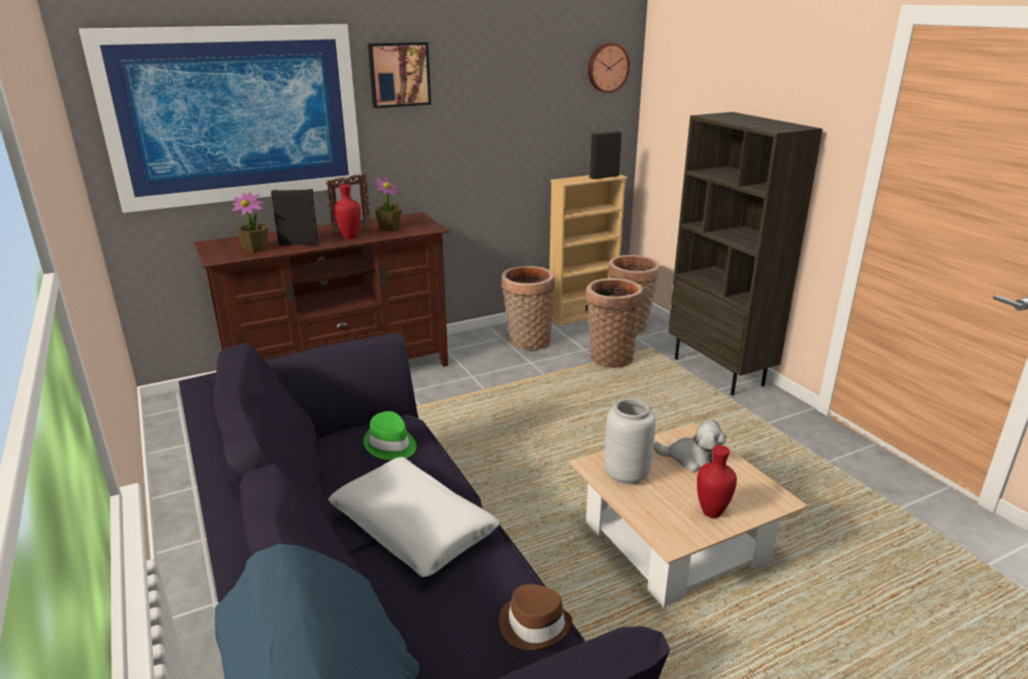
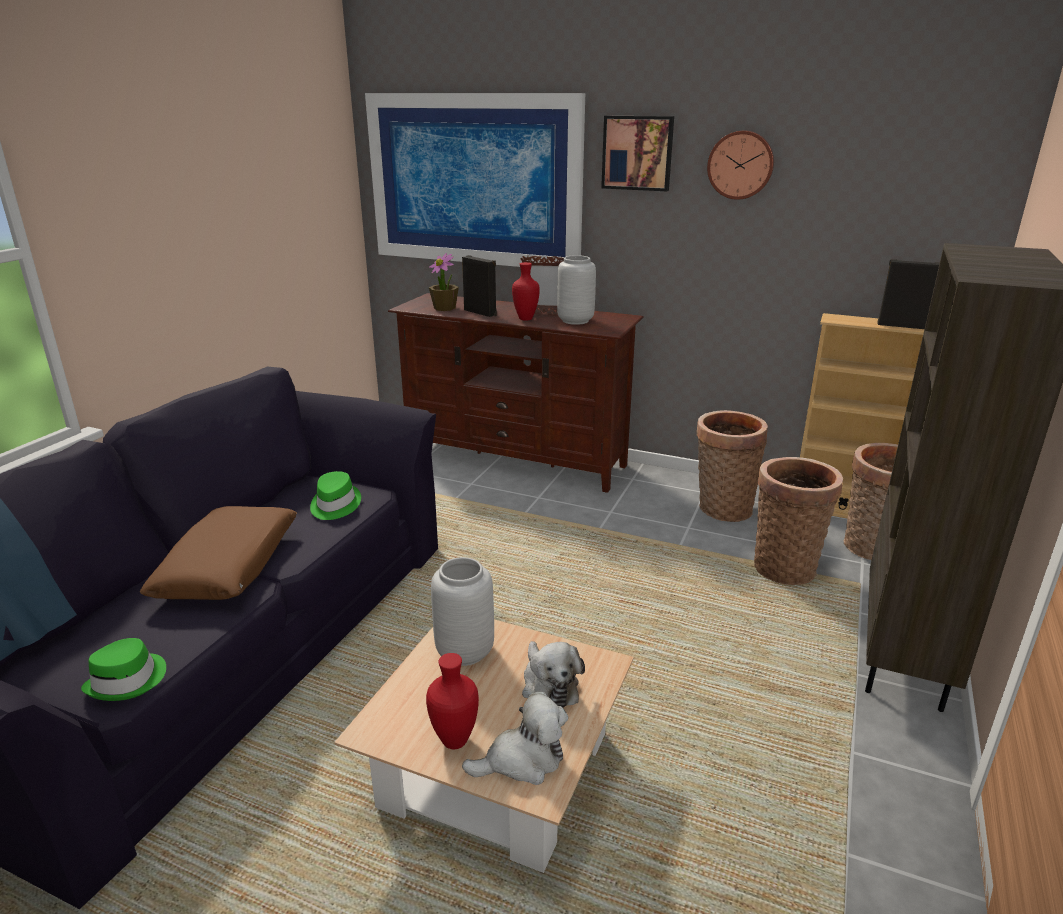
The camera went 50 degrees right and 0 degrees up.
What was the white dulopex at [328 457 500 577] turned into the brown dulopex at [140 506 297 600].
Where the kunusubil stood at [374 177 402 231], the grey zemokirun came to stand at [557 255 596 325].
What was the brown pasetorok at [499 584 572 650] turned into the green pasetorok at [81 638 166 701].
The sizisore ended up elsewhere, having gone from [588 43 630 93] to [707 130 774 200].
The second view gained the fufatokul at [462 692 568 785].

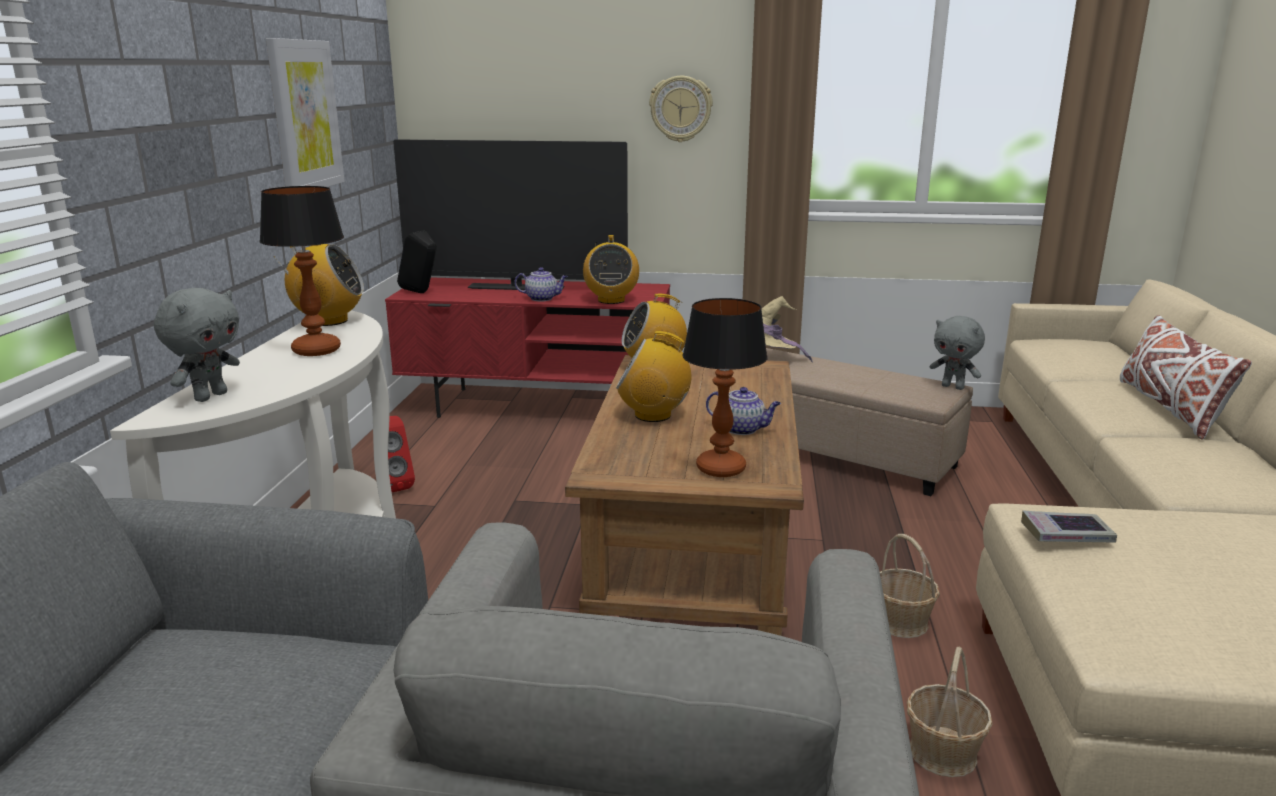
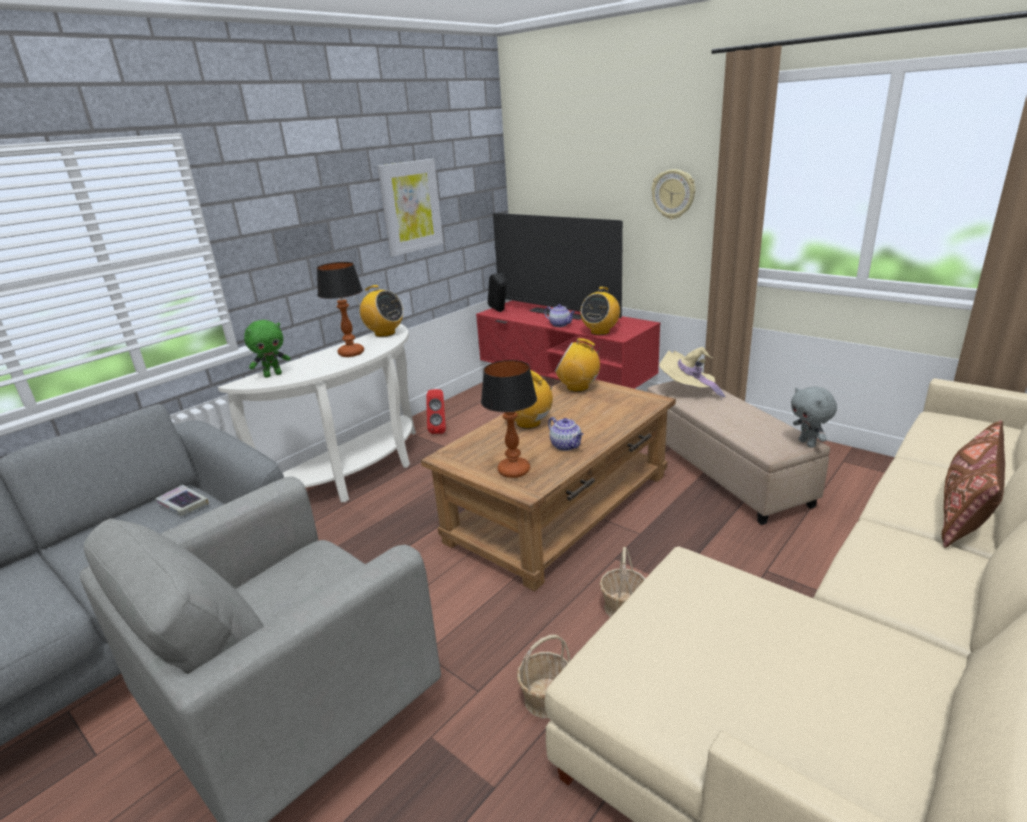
The camera went 35 degrees right and 5 degrees up.
What was the grey fufatokul at [154 288 240 402] turned into the green fufatokul at [244 320 290 378].
The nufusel ended up elsewhere, having gone from [1021 510 1117 543] to [156 485 209 516].
What was the white dulopex at [1120 315 1252 440] turned into the brown dulopex at [942 420 1005 548].

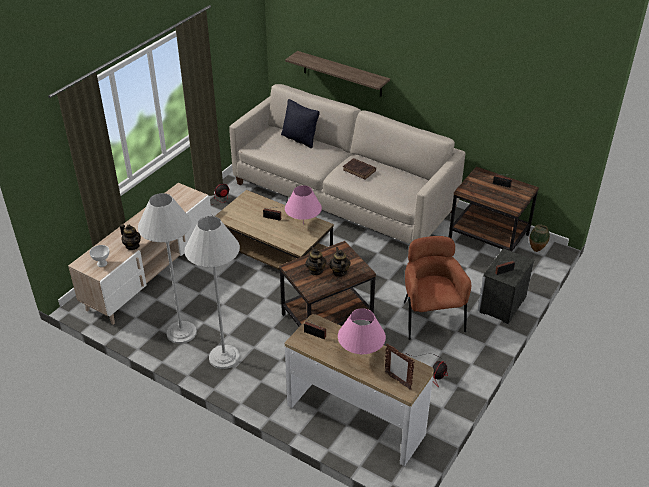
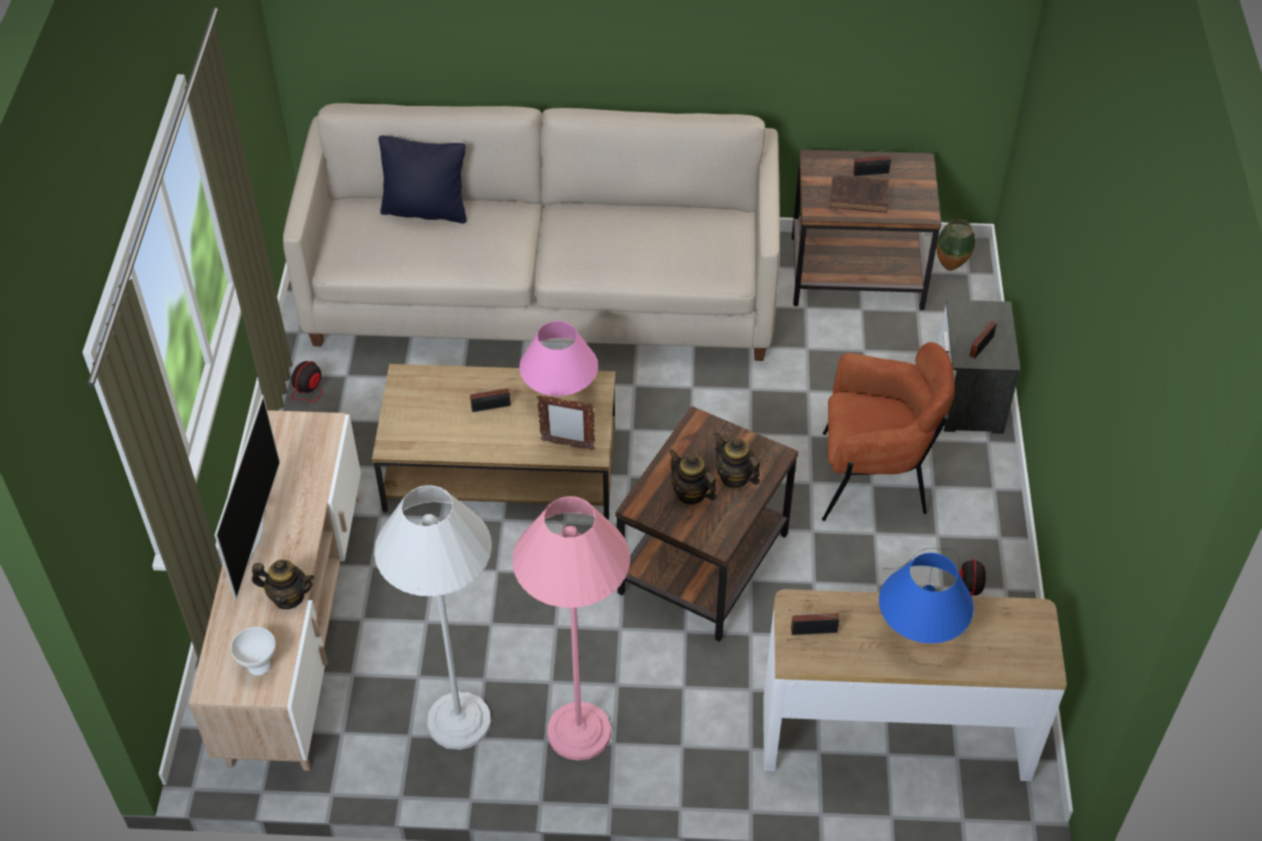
The camera went 30 degrees left and 10 degrees up.
What was the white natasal at [184 216 240 369] turned into the pink natasal at [512 496 630 761].
The second view lost the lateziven at [285 51 390 97].
What was the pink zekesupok at [338 308 386 354] turned into the blue zekesupok at [879 553 974 644].
The brown nufusel ended up elsewhere, having gone from [343 158 376 179] to [830 175 889 213].
The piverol ended up elsewhere, having gone from [385 344 414 390] to [537 395 595 451].
The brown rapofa at [404 236 471 340] ended up facing another way, 135 degrees clockwise from before.
The second view gained the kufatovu at [214 395 280 600].

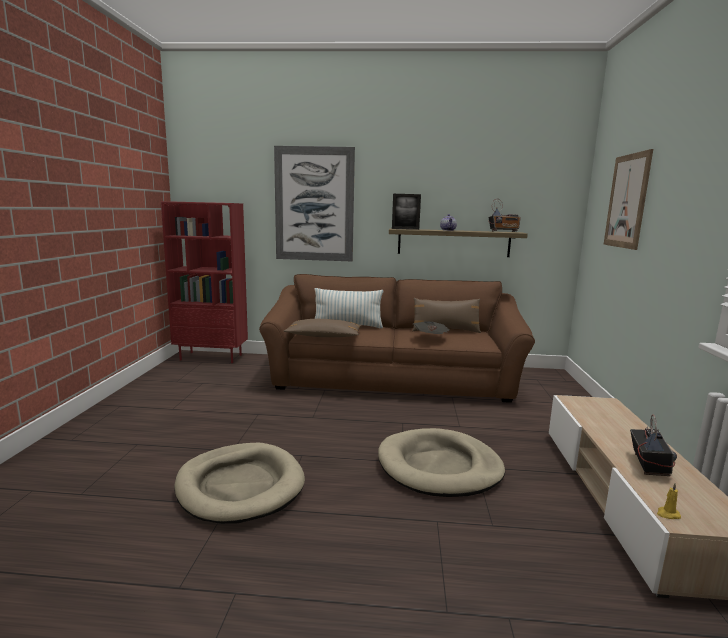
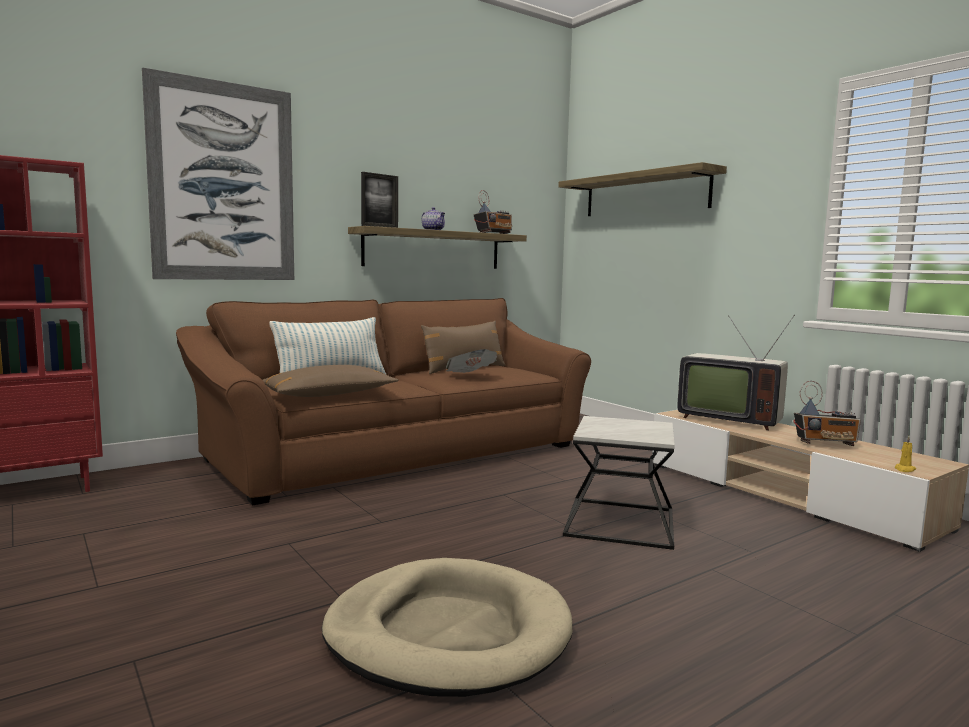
The camera went 40 degrees left and 5 degrees down.
Where the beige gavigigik stood at [378 428 505 497], the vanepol came to stand at [563 416 675 550].
Where the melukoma hung at [604 149 653 250], the lateziven came to hang at [558 162 727 216].
The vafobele at [630 414 677 476] ended up facing another way, 120 degrees clockwise from before.
The second view gained the kufatovu at [678 315 795 431].

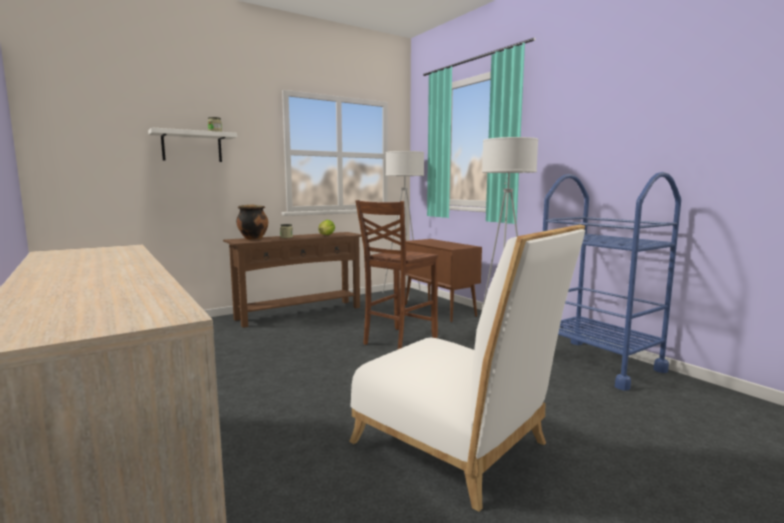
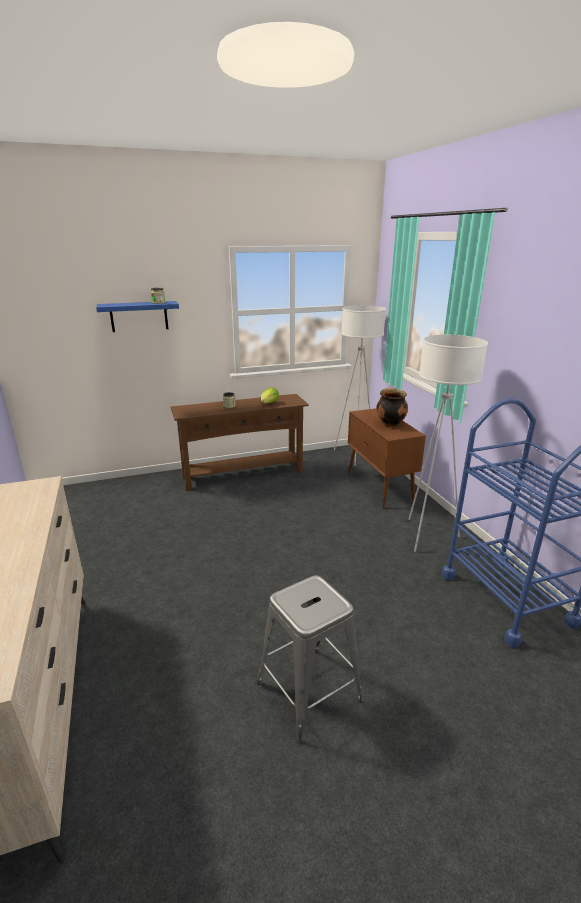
The camera went 15 degrees right and 15 degrees up.
What was the white lateziven at [148 127 237 162] turned into the blue lateziven at [96 301 179 332].
The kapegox ended up elsewhere, having gone from [236 204 268 240] to [376 387 408 427].
Where the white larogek stood at [349 224 585 512], the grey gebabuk came to stand at [257 575 363 743].
The second view lost the brown larogek at [356 200 438 349].

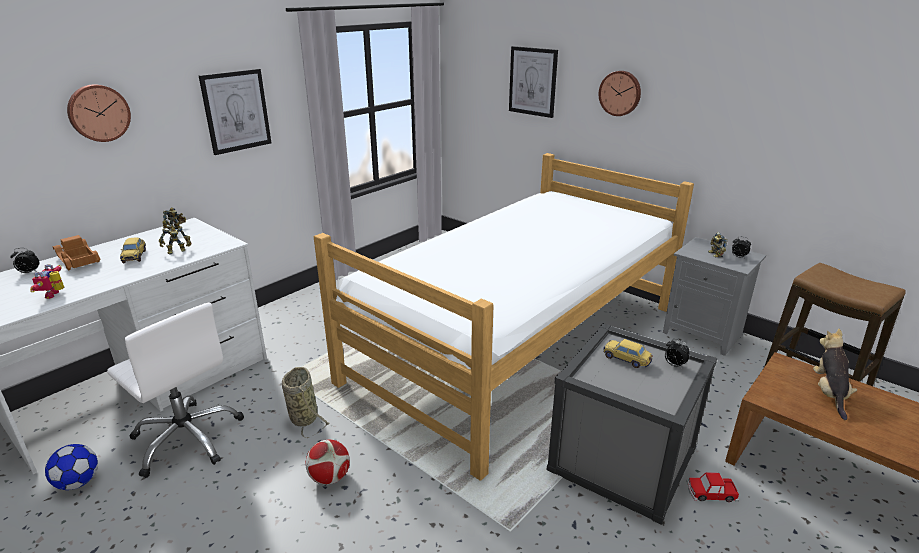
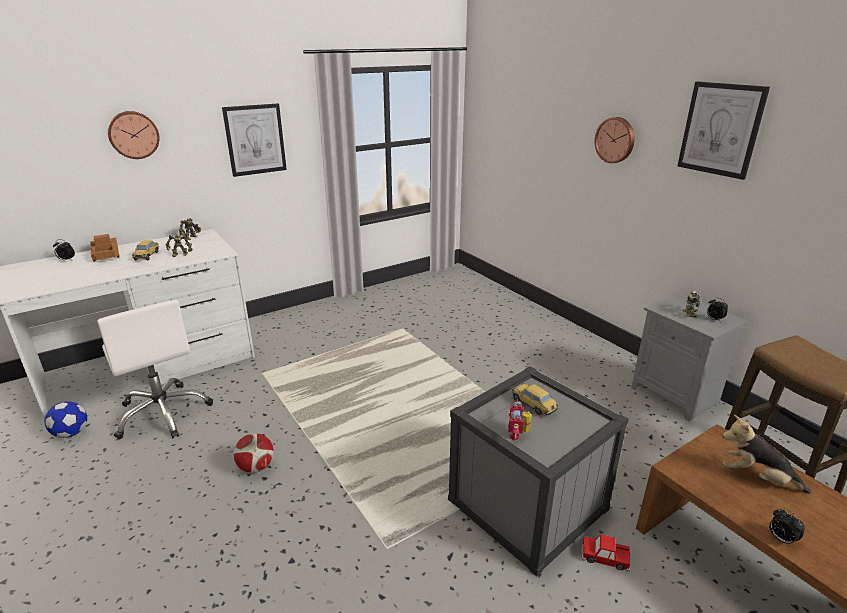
The camera went 15 degrees right and 0 degrees up.
The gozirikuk ended up elsewhere, having gone from [30 264 64 299] to [508 399 532 440].
The second view lost the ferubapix at [282 367 329 438].
The second view lost the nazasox at [314 153 694 480].
The melukoma ended up elsewhere, having gone from [509 46 558 118] to [678 82 770 180].
The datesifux ended up elsewhere, having gone from [665 339 690 369] to [769 509 805 547].
The fufatokul at [813 328 857 420] ended up facing another way, 90 degrees counterclockwise from before.

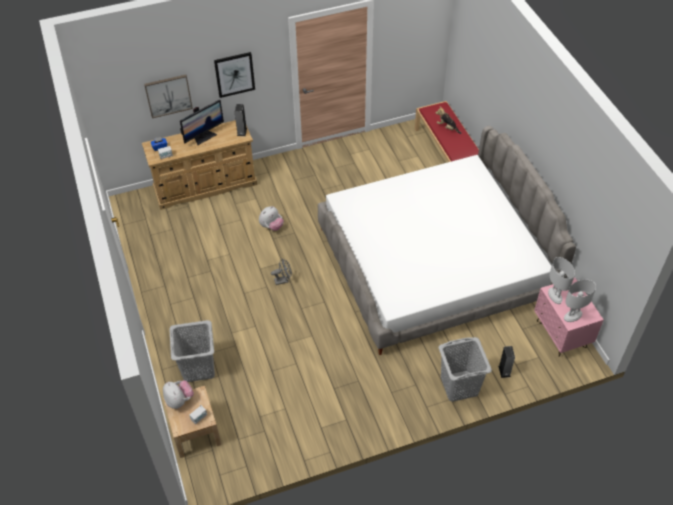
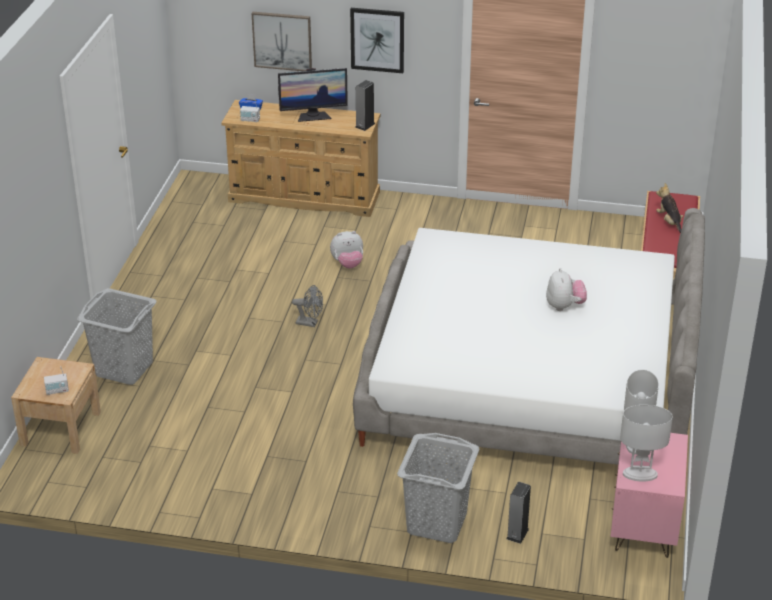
The camera went 30 degrees right and 15 degrees down.
The fufatokul ended up elsewhere, having gone from [163 380 194 409] to [546 268 587 311].

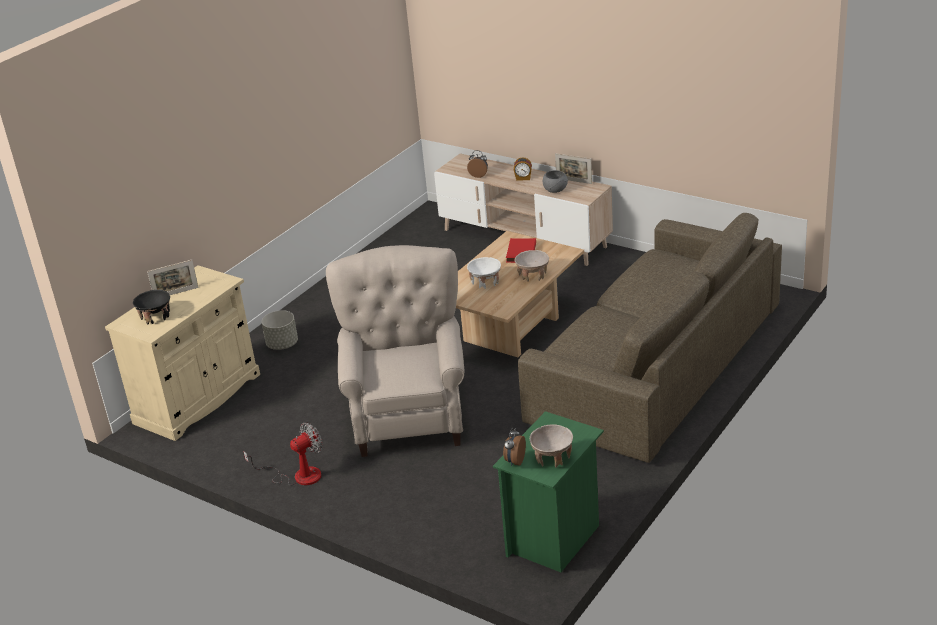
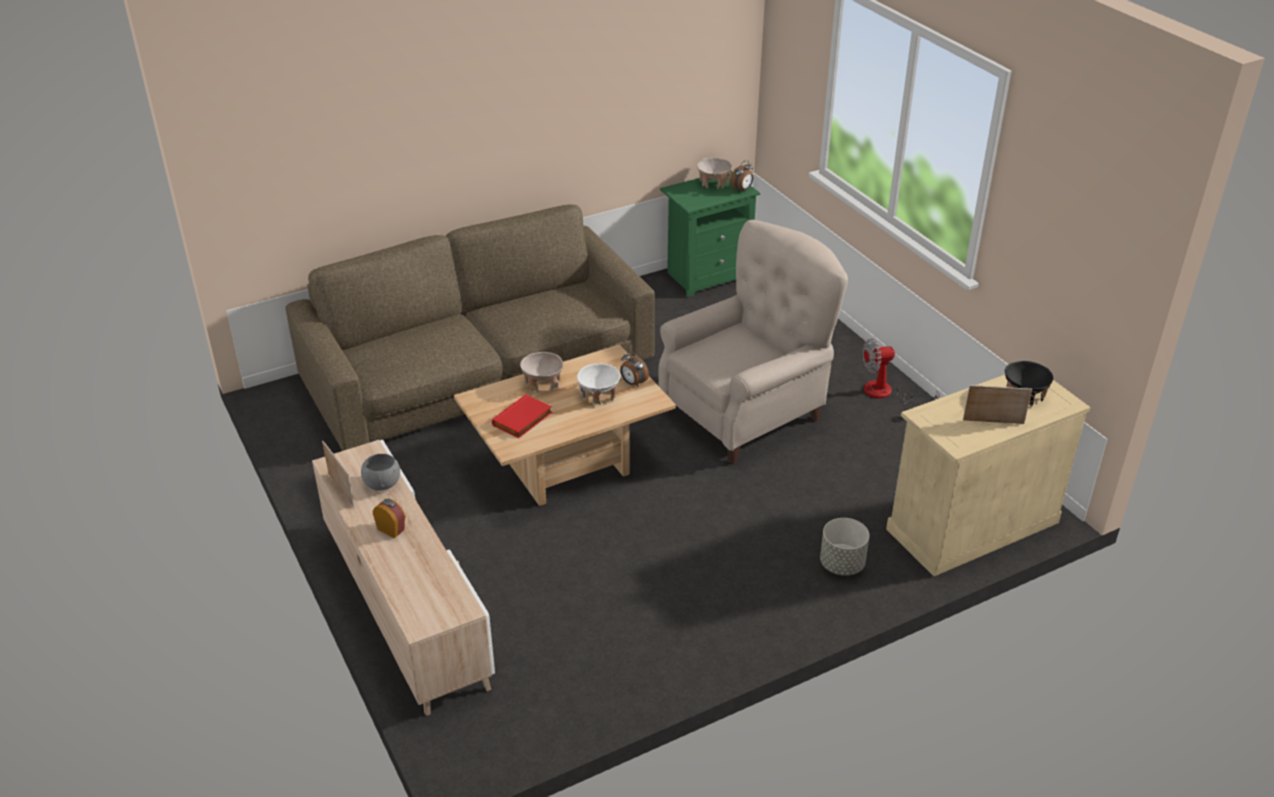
The camera went 155 degrees left and 5 degrees up.
The beige rapofa at [326 245 465 457] ended up facing another way, 150 degrees counterclockwise from before.
The datesifux ended up elsewhere, having gone from [467 150 488 178] to [620 351 649 387].

